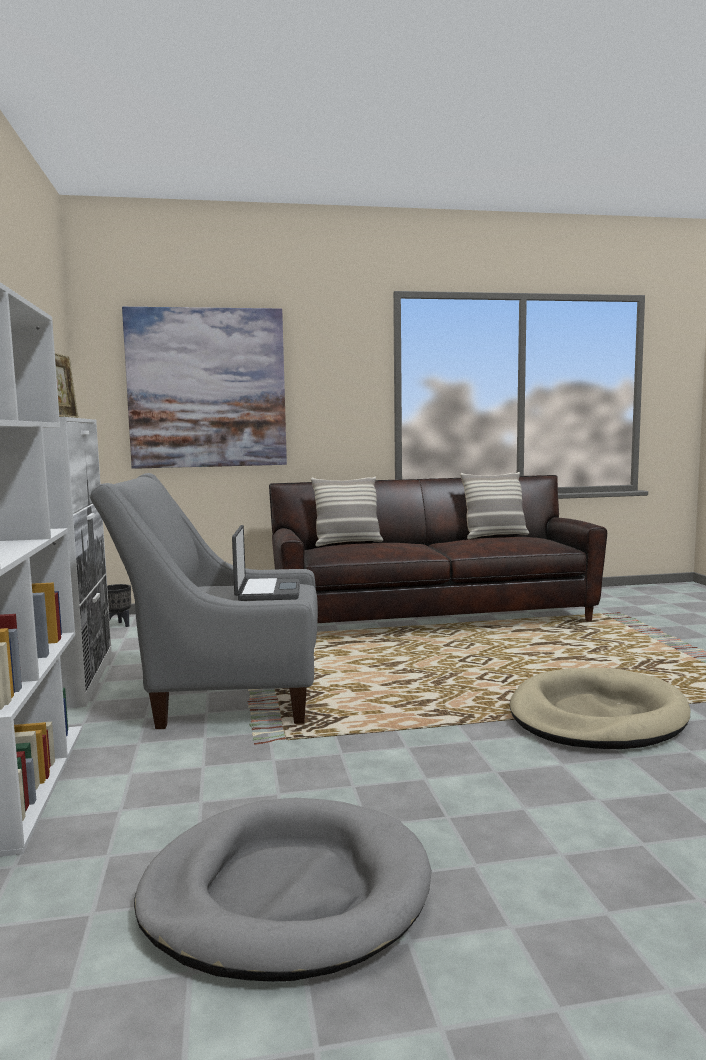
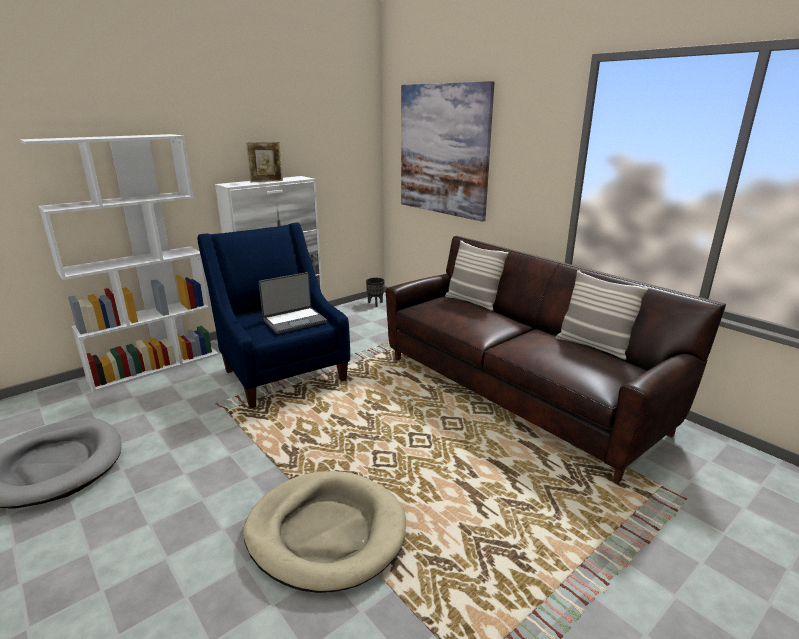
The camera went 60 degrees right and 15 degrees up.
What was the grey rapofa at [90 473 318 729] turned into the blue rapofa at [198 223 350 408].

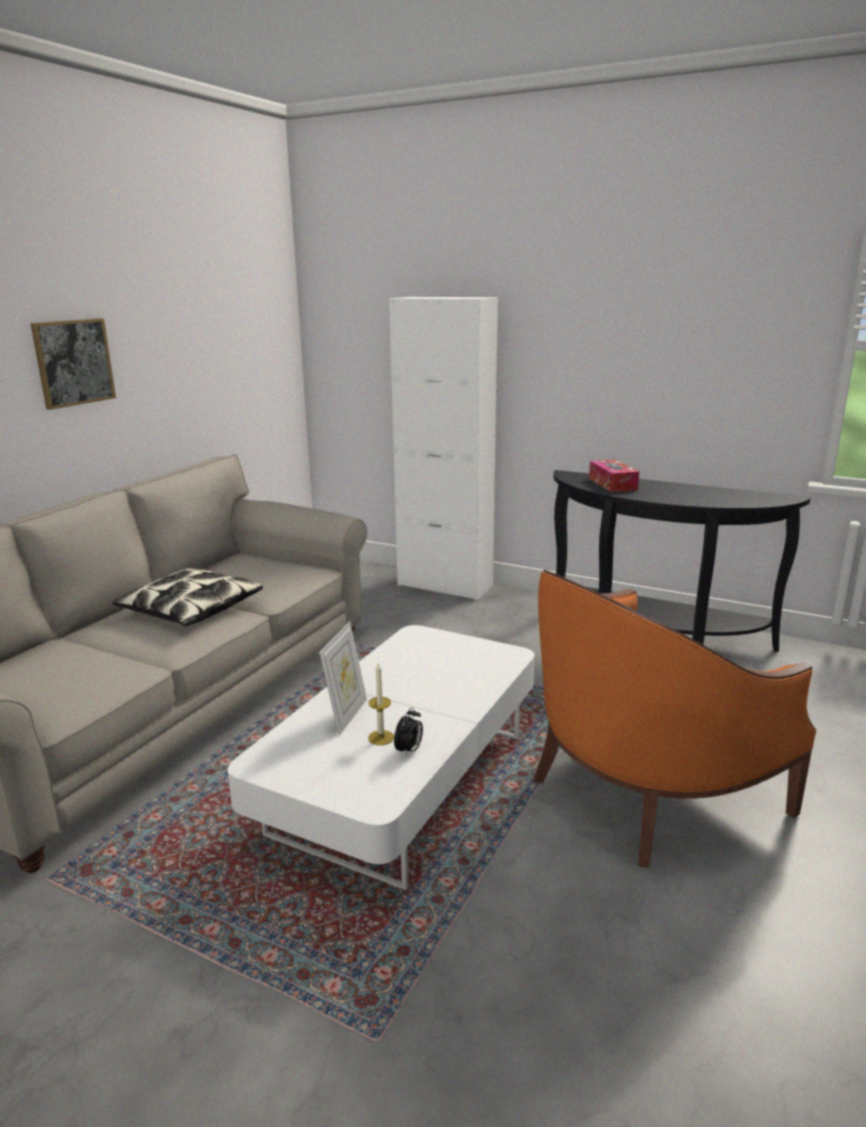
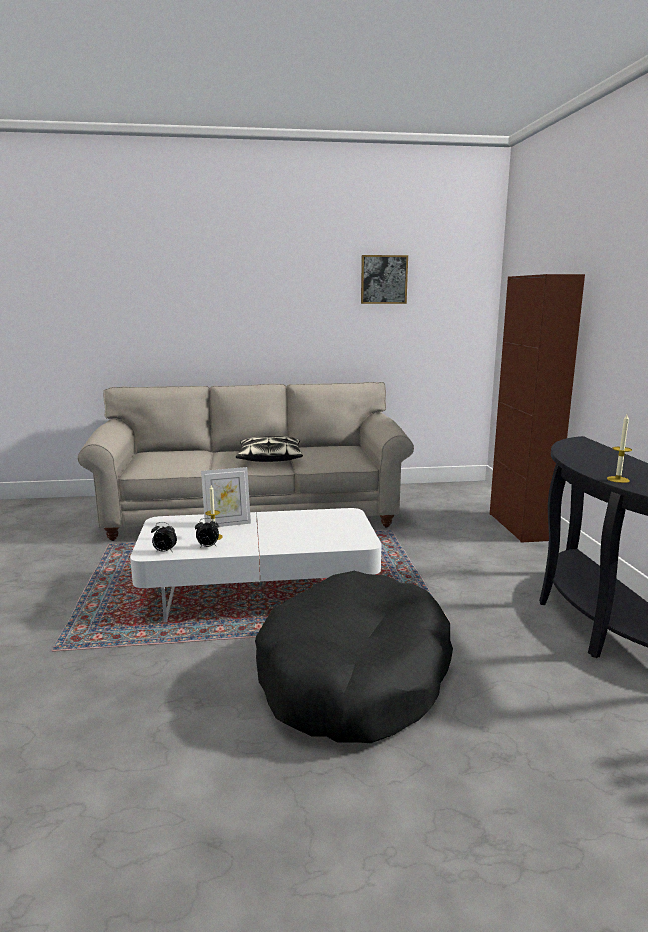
The camera went 55 degrees right and 5 degrees down.
The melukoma ended up elsewhere, having gone from [30 318 116 410] to [361 255 408 304].
What was the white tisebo at [389 297 498 601] turned into the brown tisebo at [490 274 585 543].
Where the orange rapofa stood at [534 570 816 868], the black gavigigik came to stand at [255 571 453 743].
The second view lost the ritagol at [589 459 639 492].
The second view gained the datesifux at [151 522 177 552].
The second view gained the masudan at [607 414 632 483].

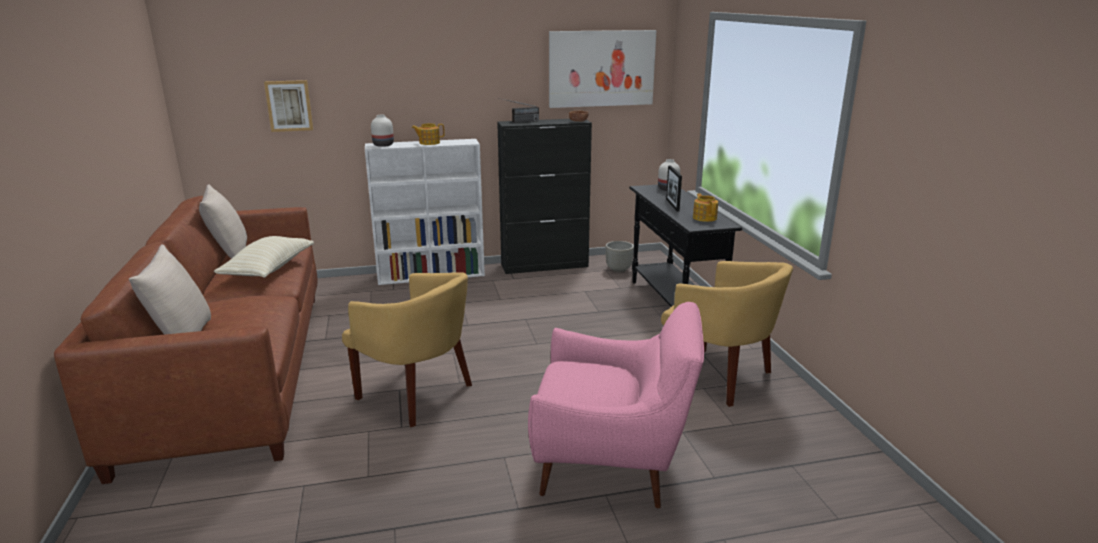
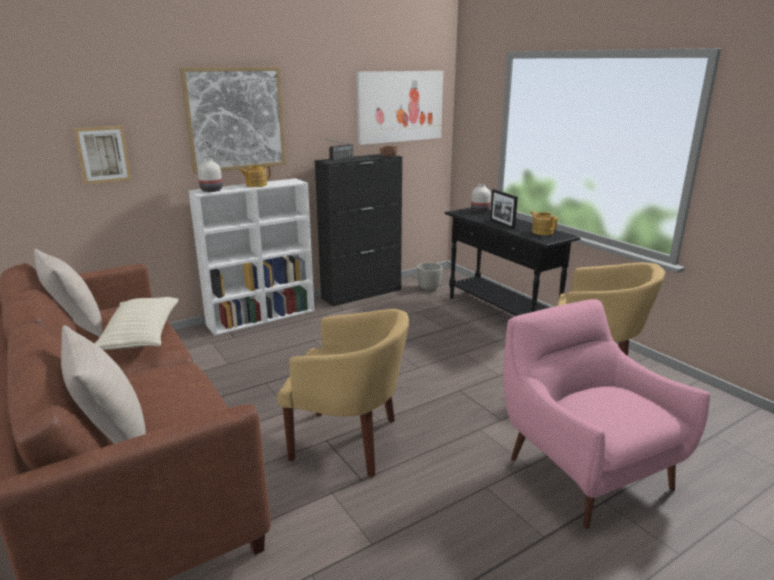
The camera went 20 degrees left and 0 degrees up.
The pink rapofa at [528 302 704 508] ended up facing another way, 105 degrees counterclockwise from before.
The second view gained the melukoma at [180 67 286 174].

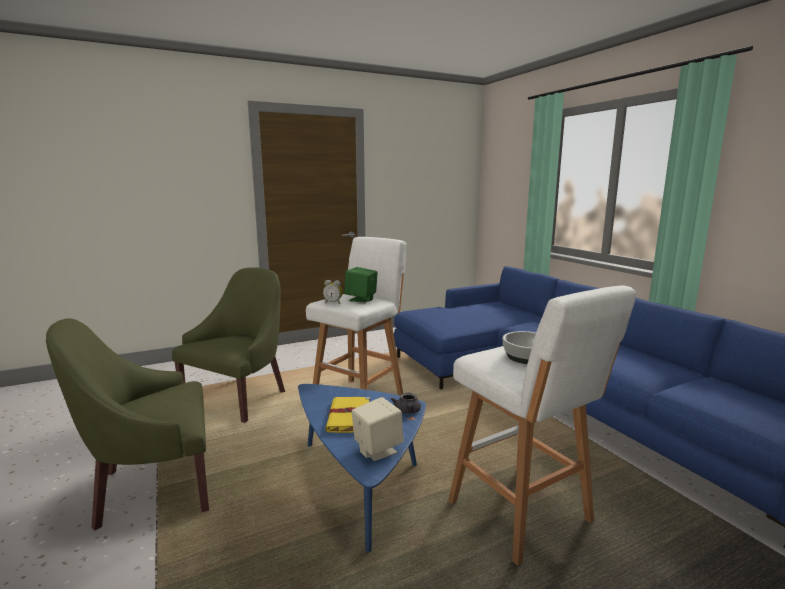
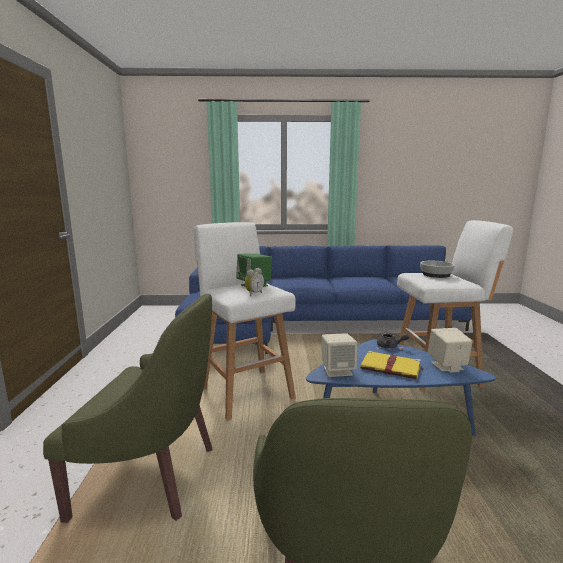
The camera went 65 degrees left and 0 degrees up.
The green rapofa at [172 268 285 423] ended up facing another way, 135 degrees clockwise from before.
The second view gained the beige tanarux at [322 333 357 377].

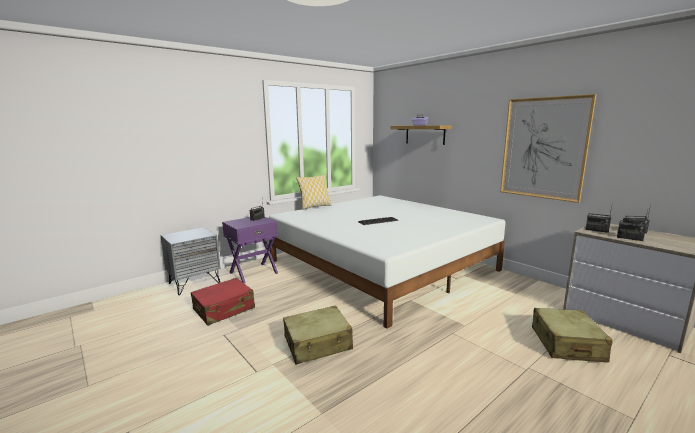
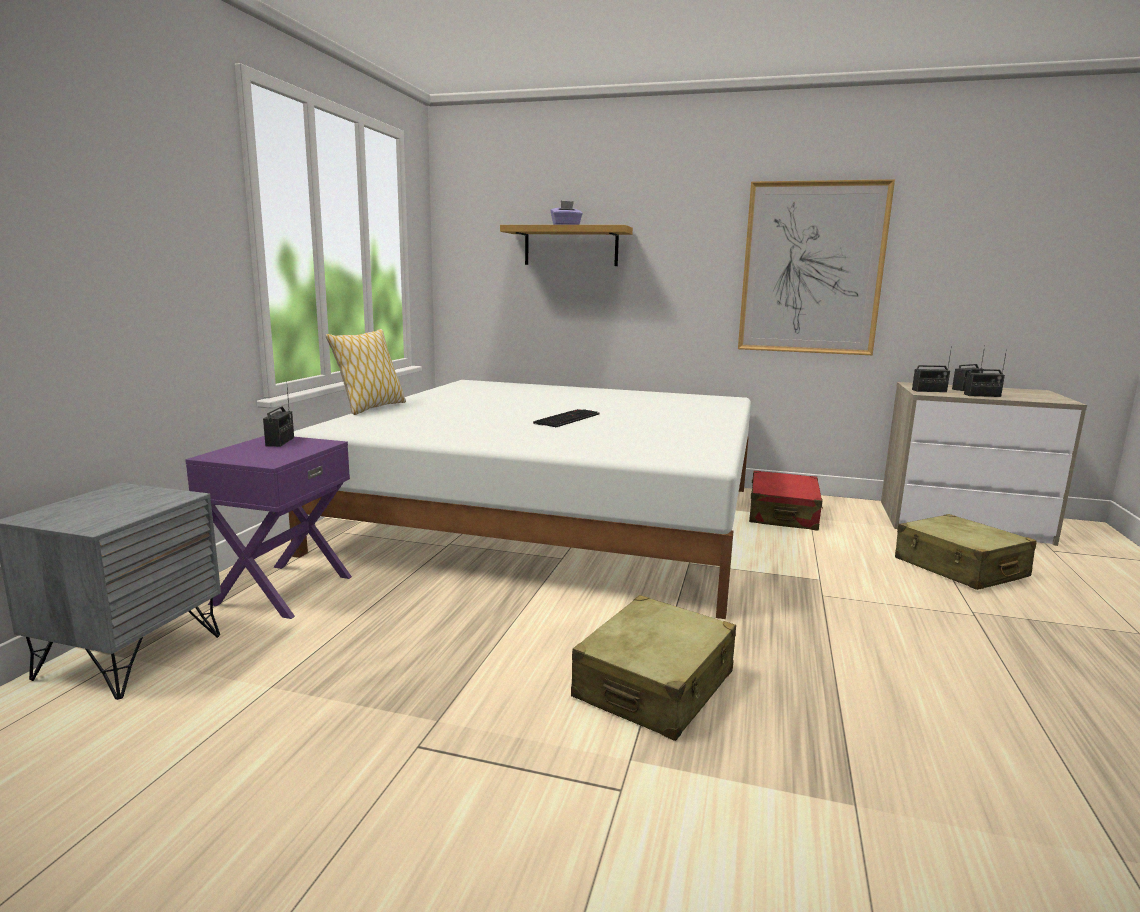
The camera went 35 degrees left and 0 degrees up.
The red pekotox ended up elsewhere, having gone from [191 278 255 326] to [749 471 823 531].

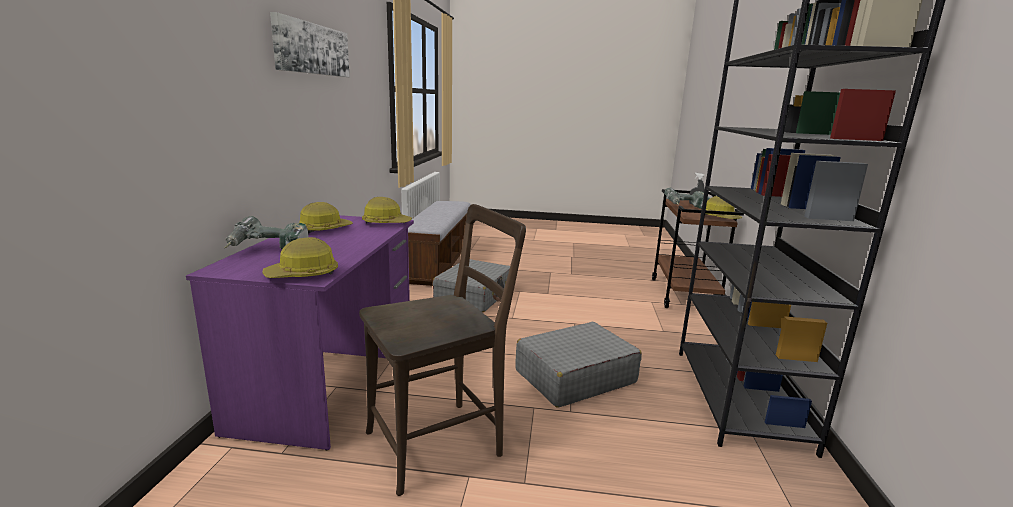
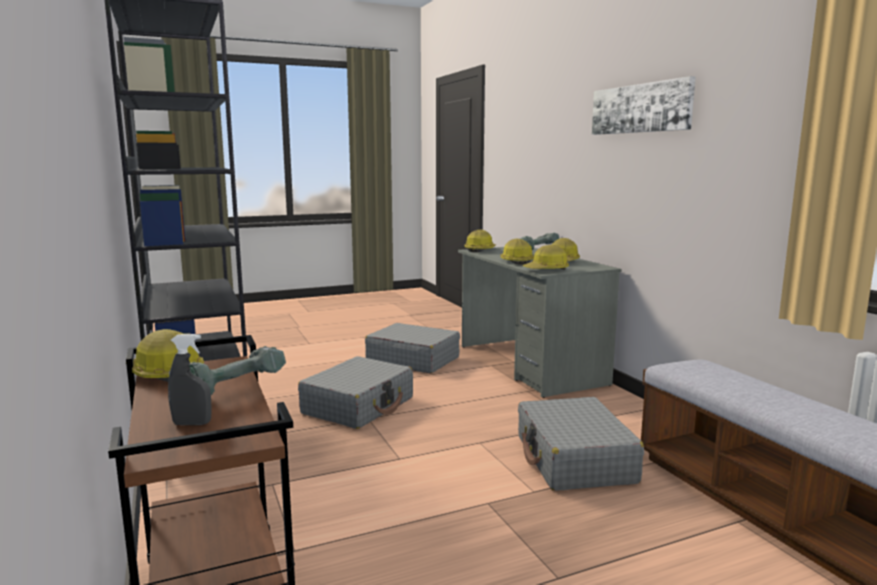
The camera went 150 degrees right and 5 degrees down.
What was the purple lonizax at [186 215 414 451] turned into the grey lonizax at [458 247 622 398].
Where the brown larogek stood at [359 204 526 496], the grey pekotox came to stand at [365 323 460 373].
The second view gained the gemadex at [500 239 534 265].

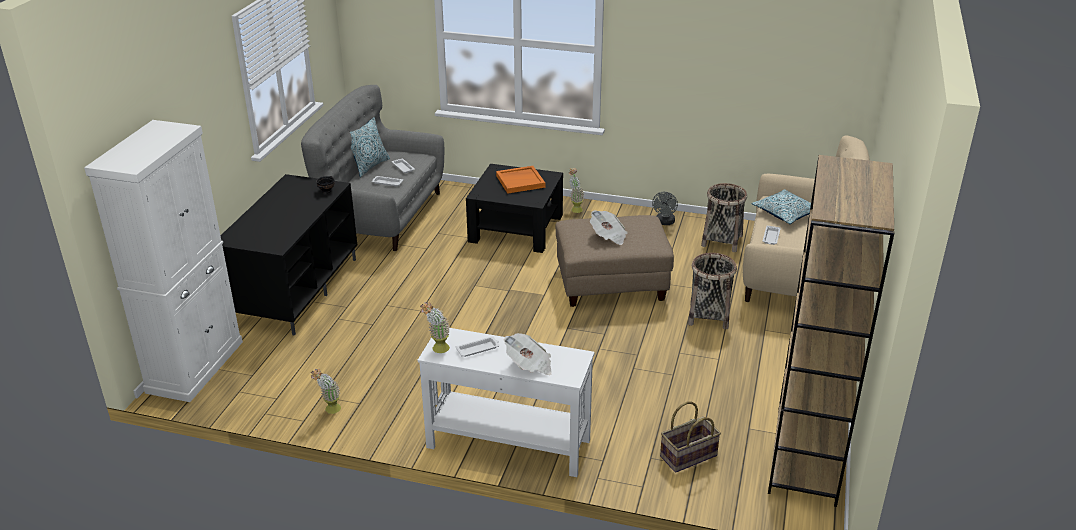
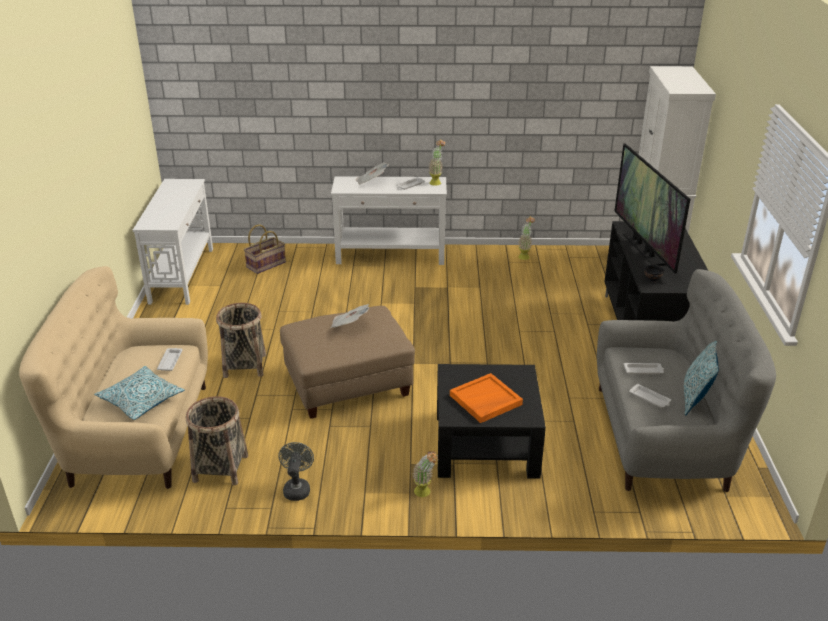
The camera went 165 degrees right and 0 degrees up.
Where the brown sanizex stood at [768 155 894 507], the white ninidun came to stand at [133 179 213 305].
The second view gained the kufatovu at [614 143 691 273].

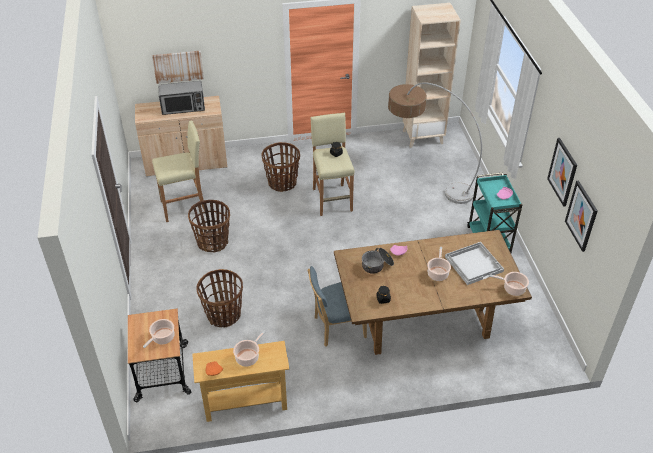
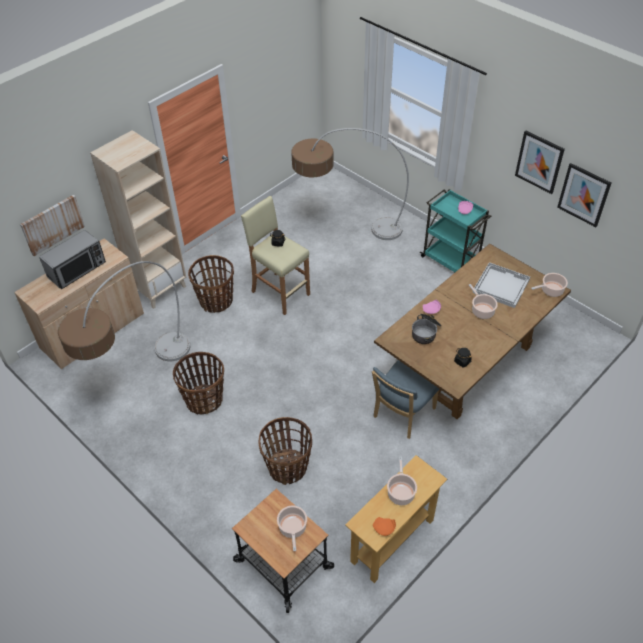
The camera went 35 degrees left and 5 degrees up.
Where the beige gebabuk stood at [152 121 205 222], the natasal came to stand at [58 261 190 361].
The beige sanizex ended up elsewhere, having gone from [403 3 461 148] to [90 130 186 309].

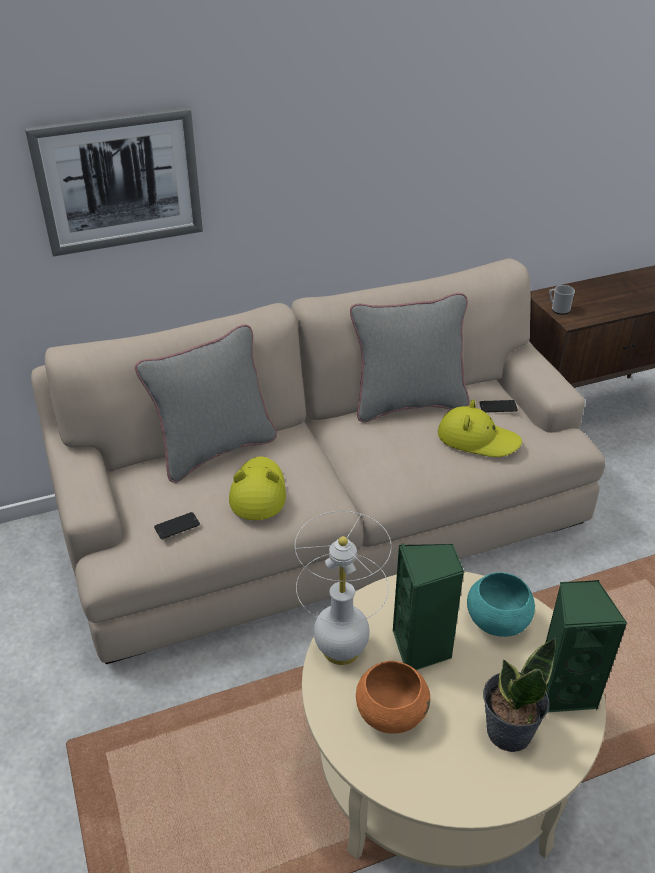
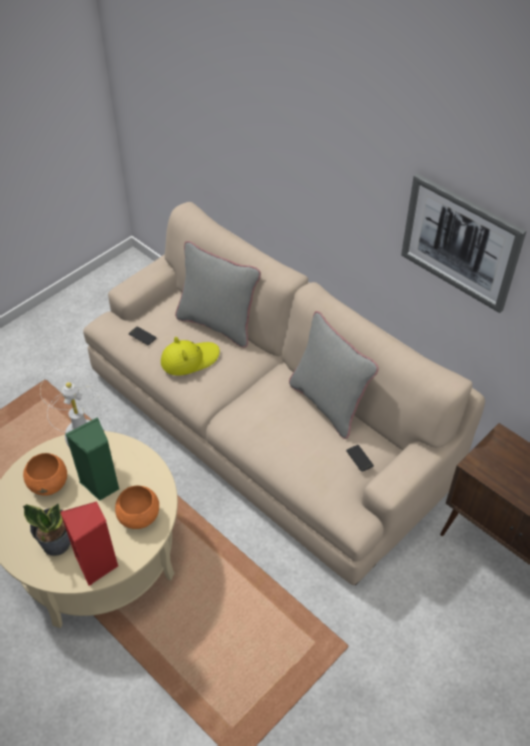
The camera went 65 degrees right and 10 degrees up.
The melukoma ended up elsewhere, having gone from [25 108 203 256] to [401 173 526 313].
The second view lost the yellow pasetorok at [438 399 522 457].
What was the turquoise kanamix at [467 572 535 637] turned into the orange kanamix at [115 486 159 529].
What was the green tanarux at [546 580 627 712] turned into the red tanarux at [60 501 118 586].
The second view lost the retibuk at [549 285 575 315].

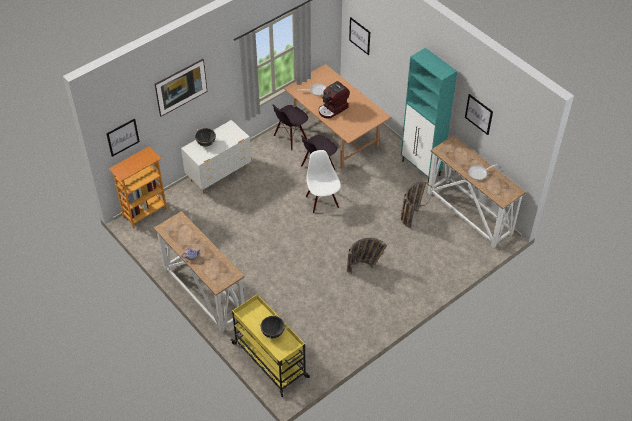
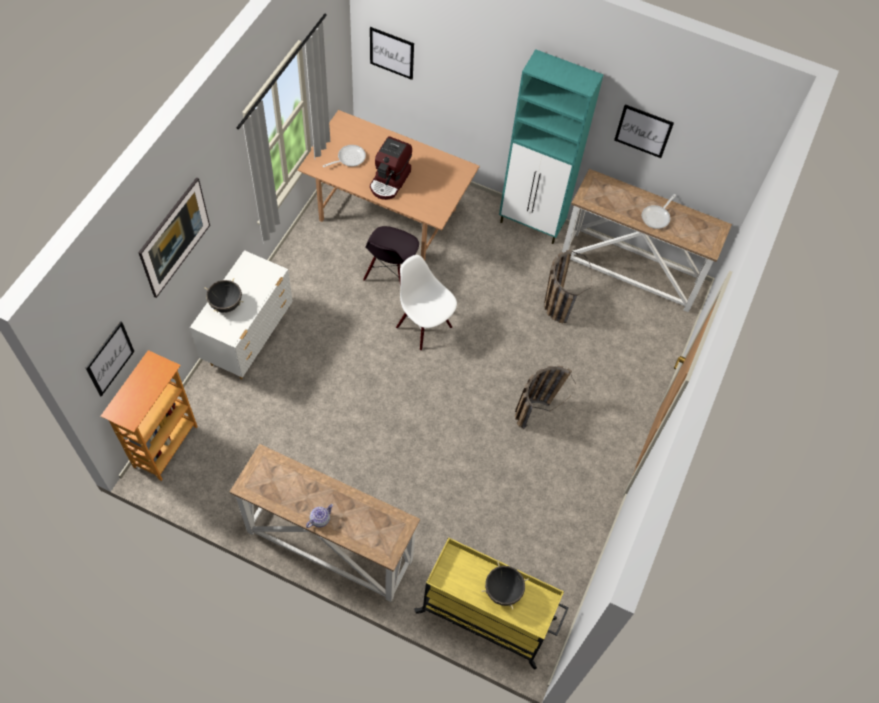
The camera went 30 degrees left and 10 degrees up.
The second view lost the black larogek at [273 105 308 151].

